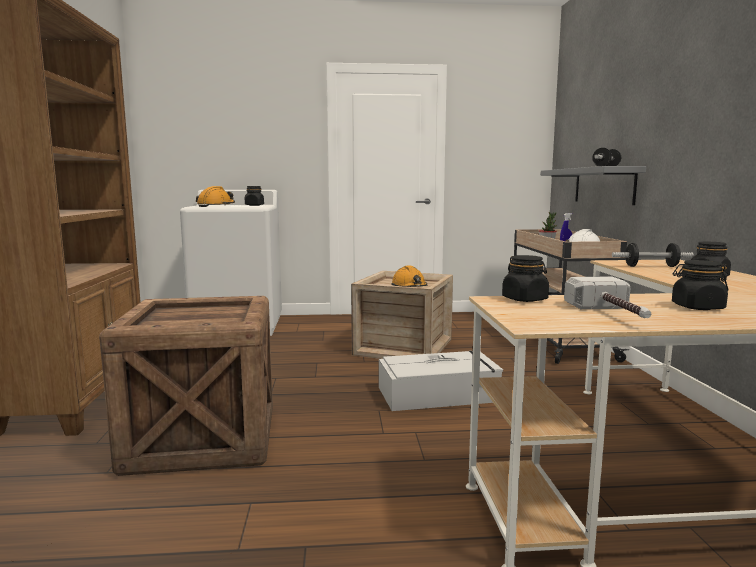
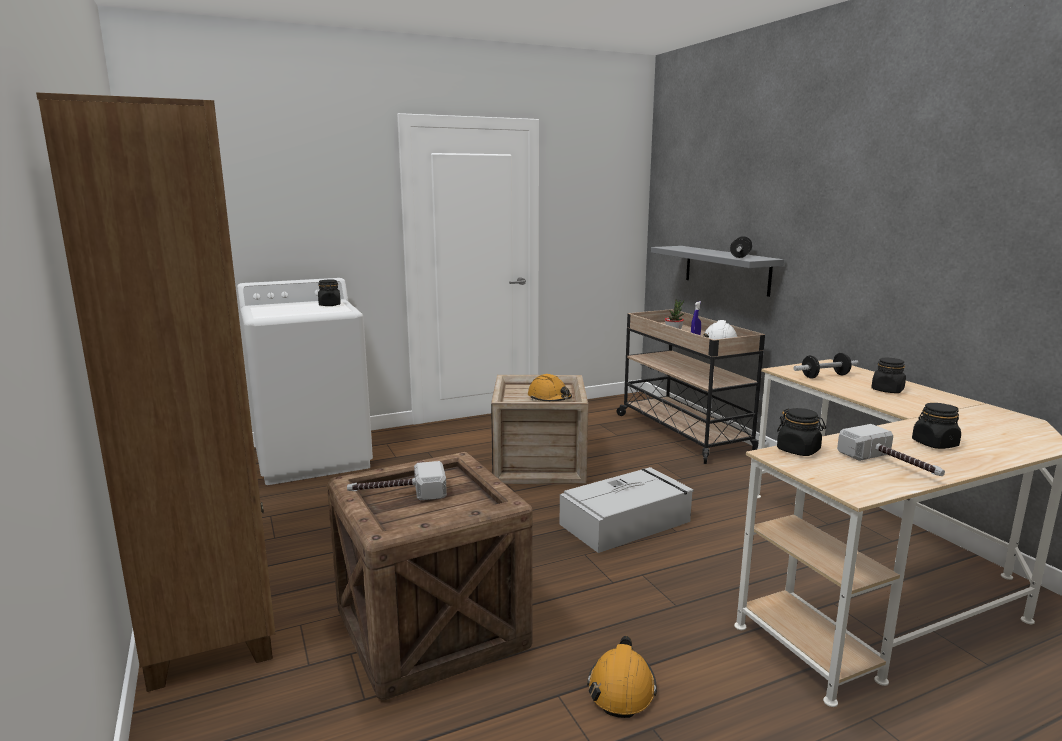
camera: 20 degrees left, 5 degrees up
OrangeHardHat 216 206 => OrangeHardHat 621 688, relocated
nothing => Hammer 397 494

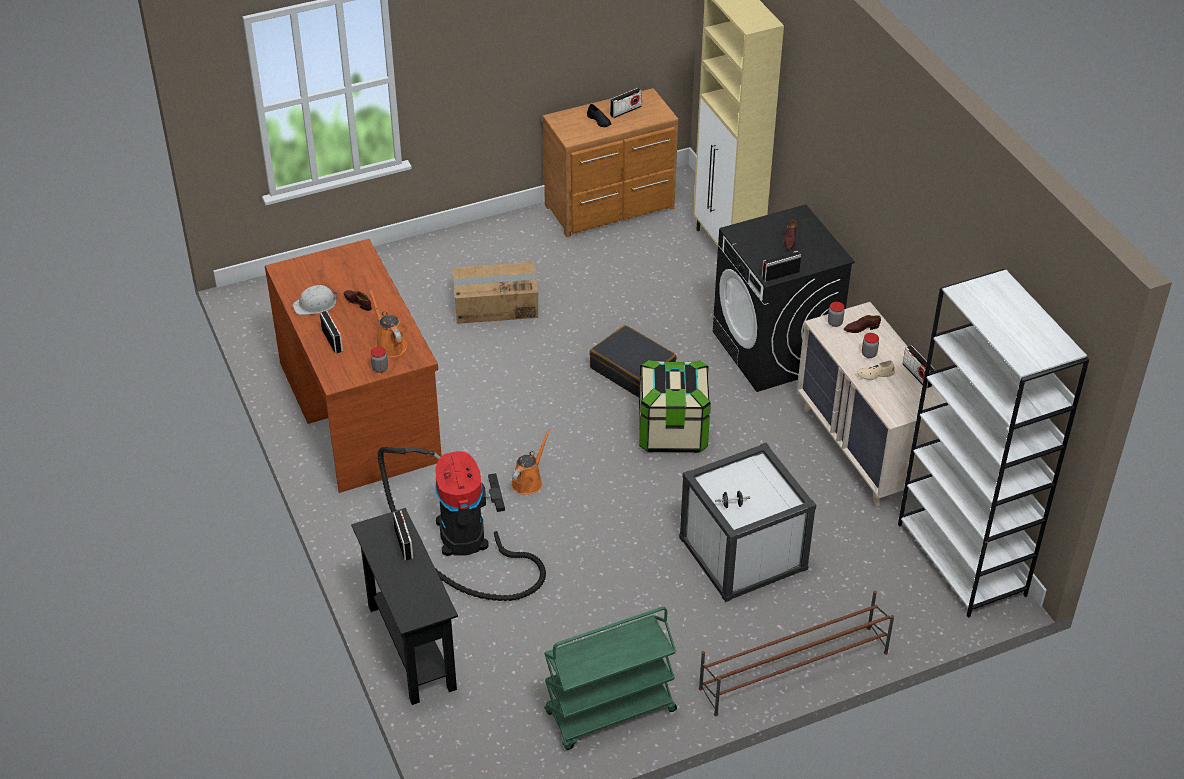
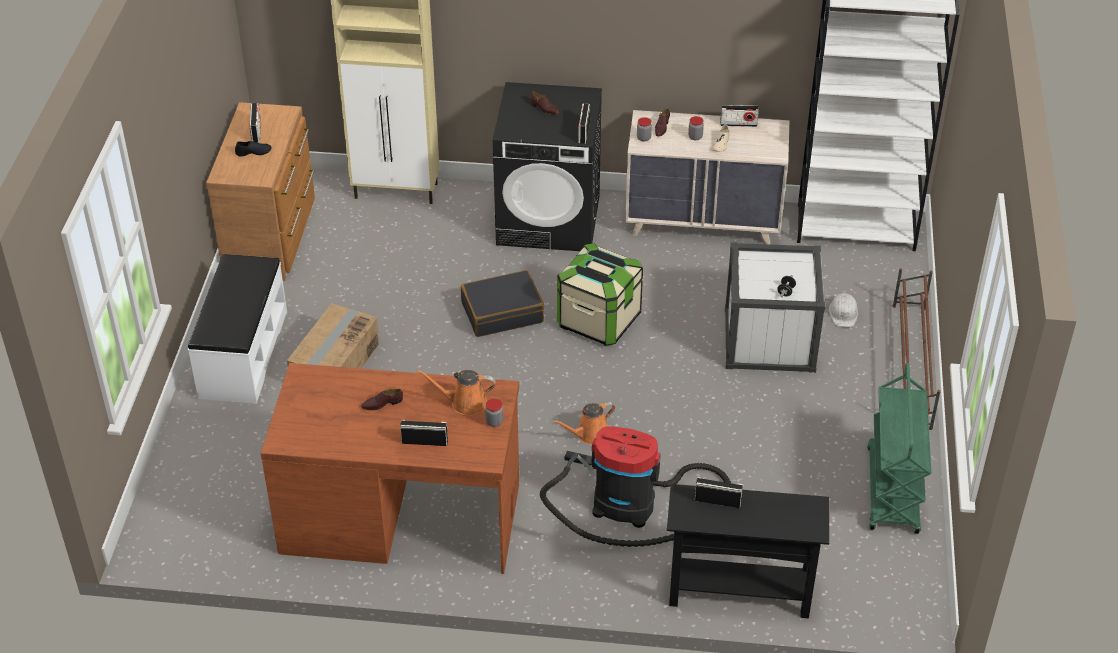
camera: 60 degrees left, 0 degrees up
WhiteHardHat 315 304 => WhiteHardHat 843 313, relocated
OrangeWateringCan 528 481 => OrangeWateringCan 589 434, 90 degrees counterclockwise
nothing => WhiteBench 242 354

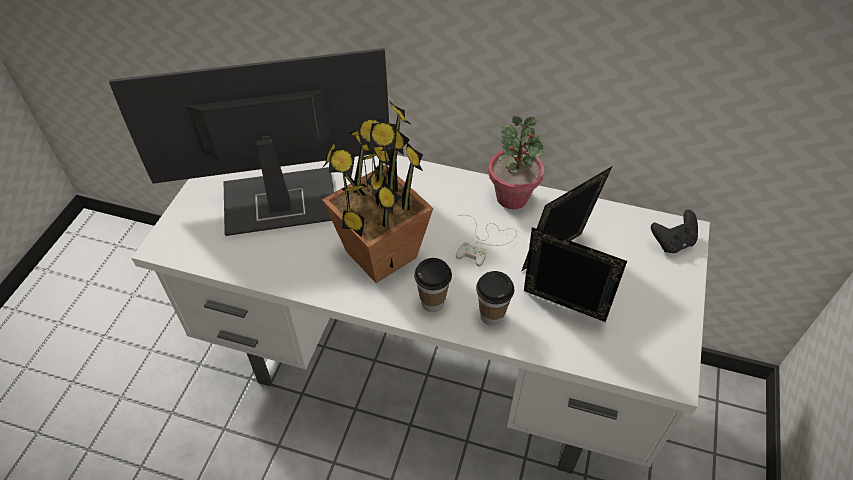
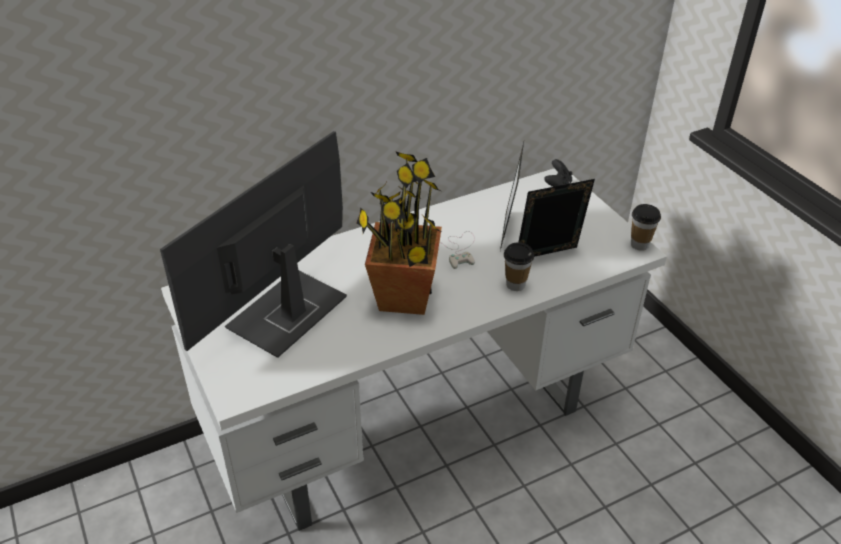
camera: 45 degrees left, 10 degrees down
Cup 432 302 => Cup 639 244, relocated
PottedPlant 512 197 => nothing

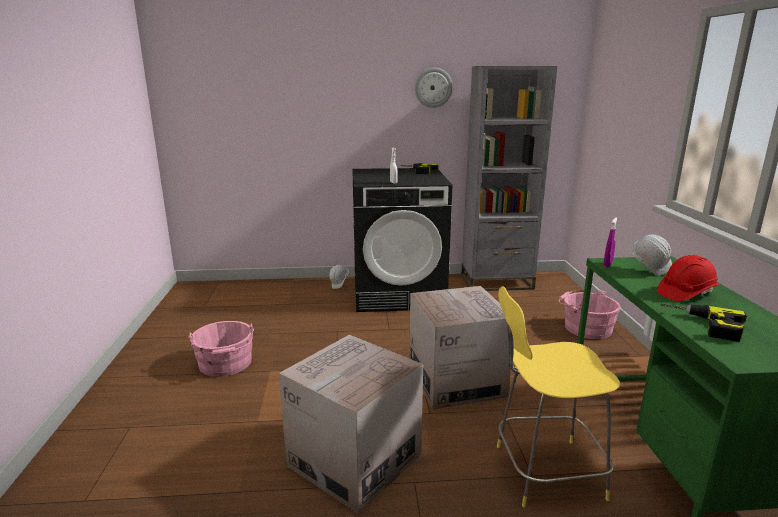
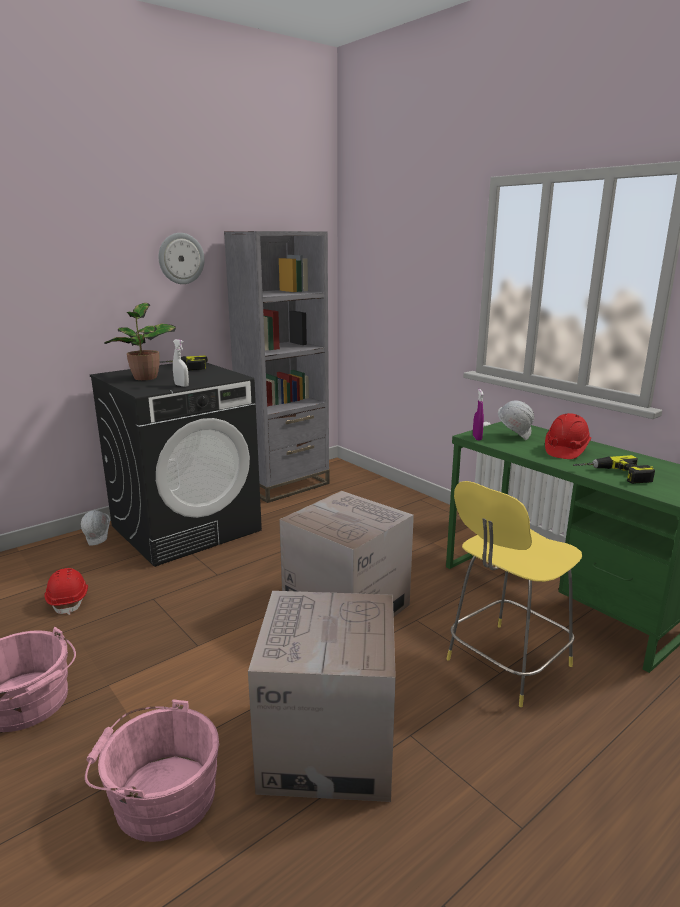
camera: 35 degrees left, 0 degrees up
PinkBucket 585 327 => PinkBucket 159 796, relocated
nothing => RedHardHat 69 600
nothing => PottedPlant 145 378

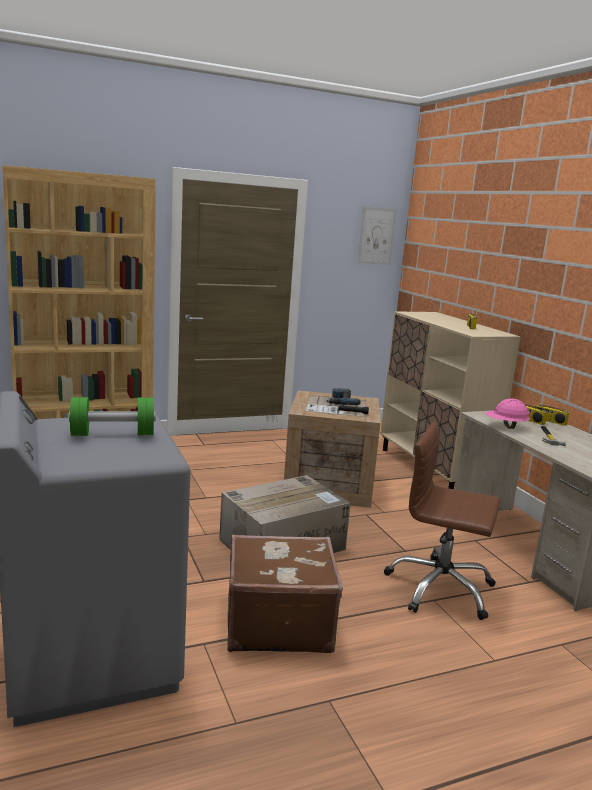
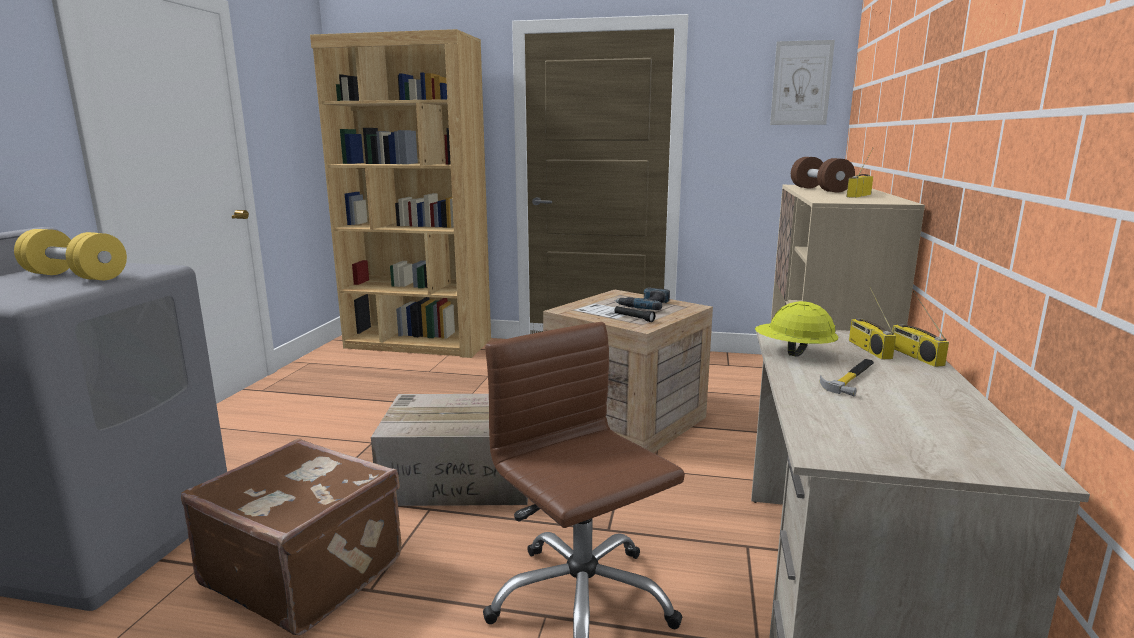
camera: 35 degrees right, 0 degrees up
GreenDumbbell 113 434 => YellowDumbbell 75 276
PinkHardHat 506 426 => YellowHardHat 793 353
nothing => BrownDumbbell 819 190

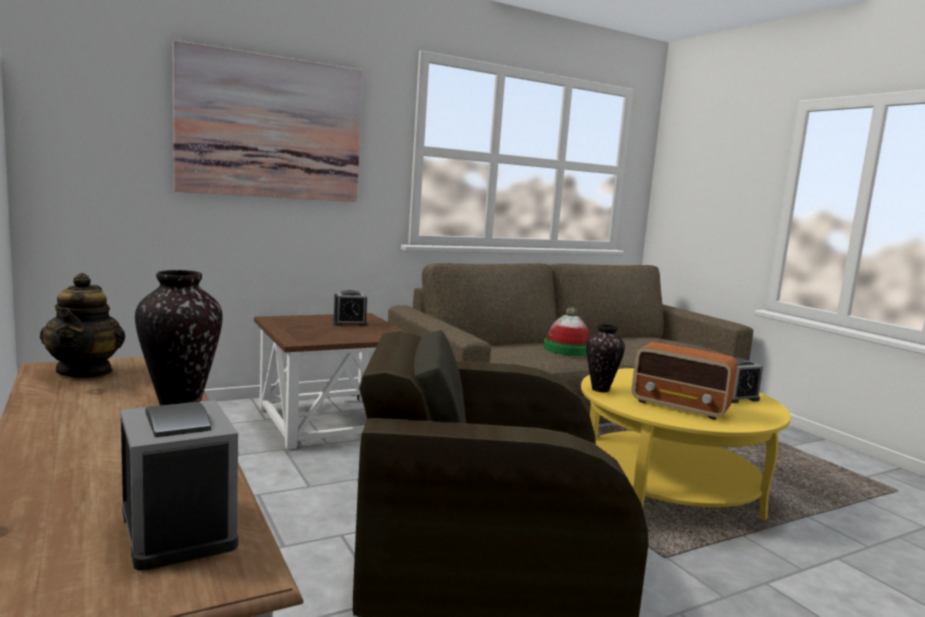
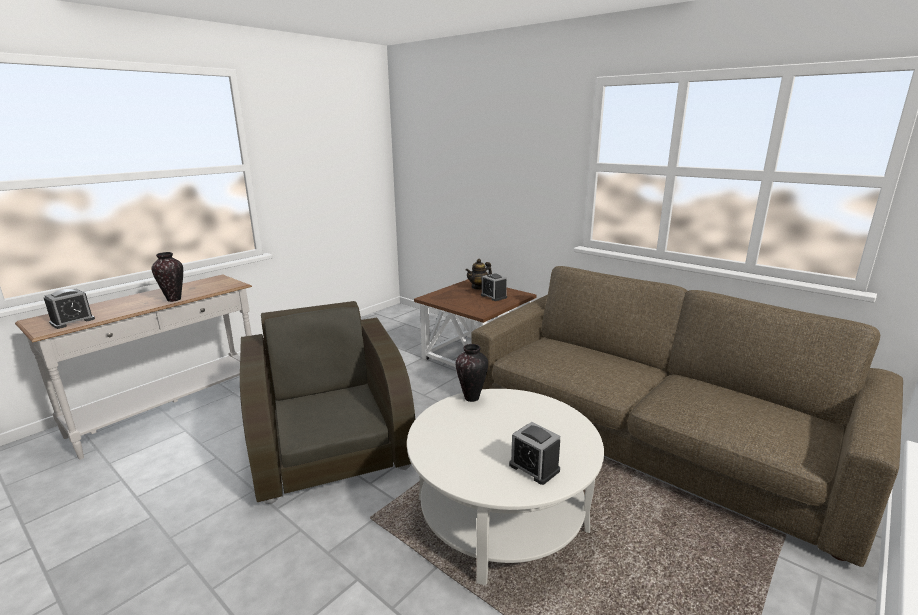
camera: 70 degrees right, 10 degrees up
Teapot 85 372 => Teapot 479 287, relocated
Picture 271 128 => nothing
Hat 567 349 => nothing
YellowCoffeeTable 668 488 => WhiteCoffeeTable 501 513
Radio 680 407 => nothing

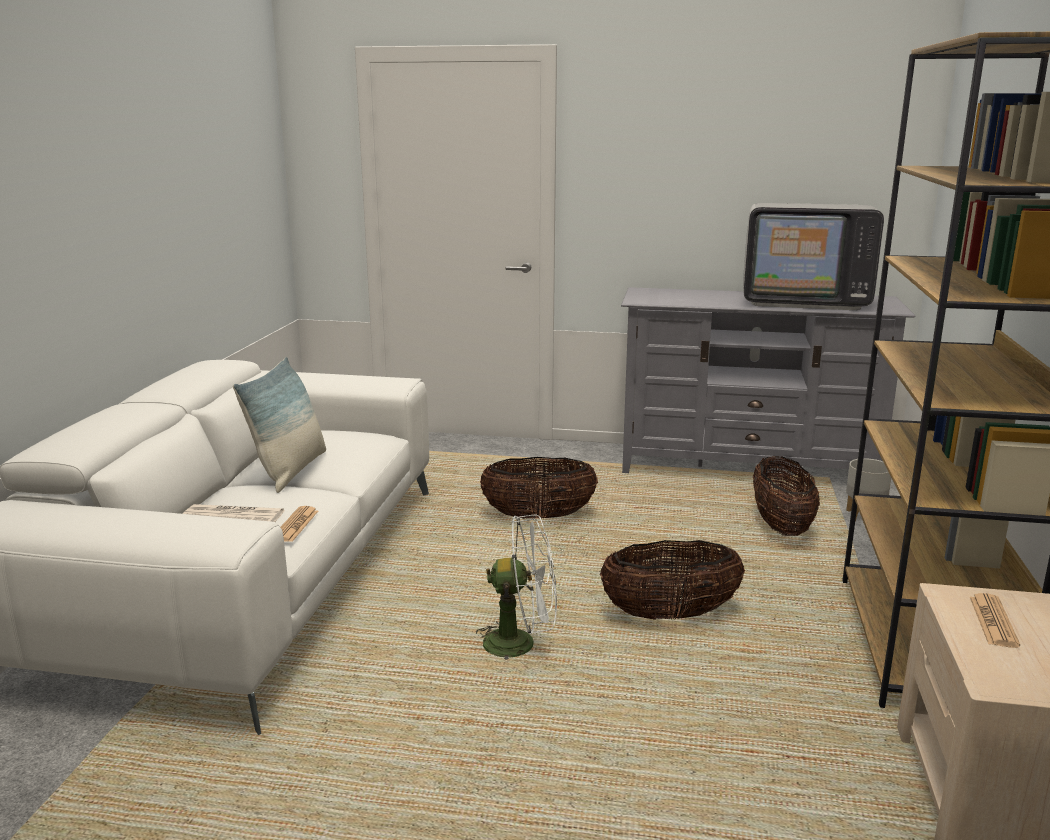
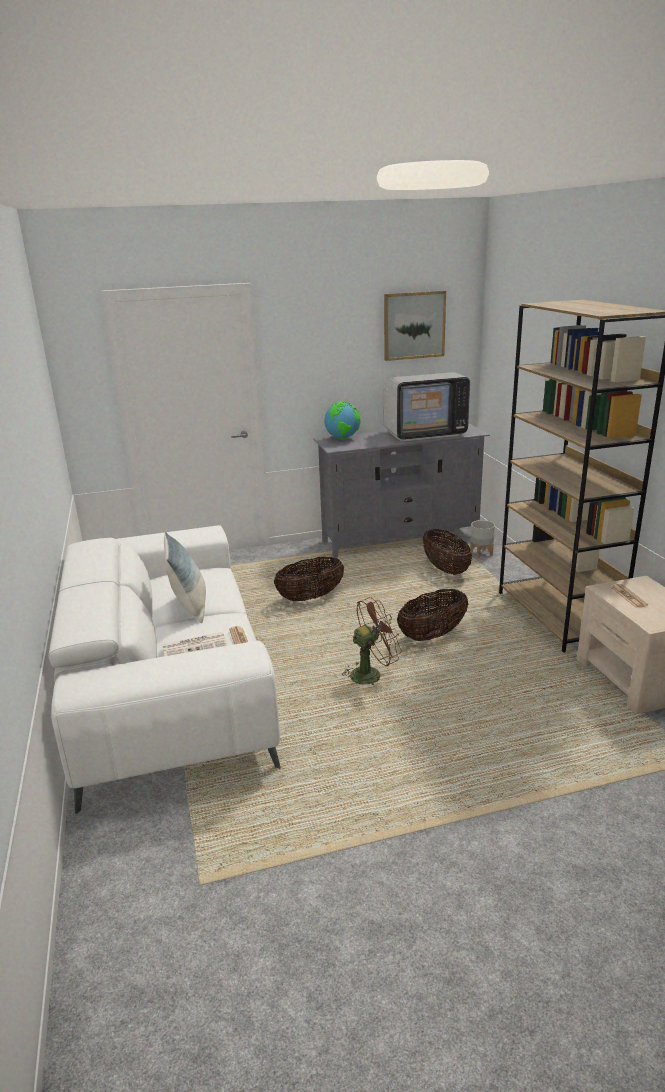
camera: 25 degrees left, 5 degrees up
WhiteFan 521 643 => BrownFan 371 673
nothing => Globe 343 438
nothing => Picture 414 325

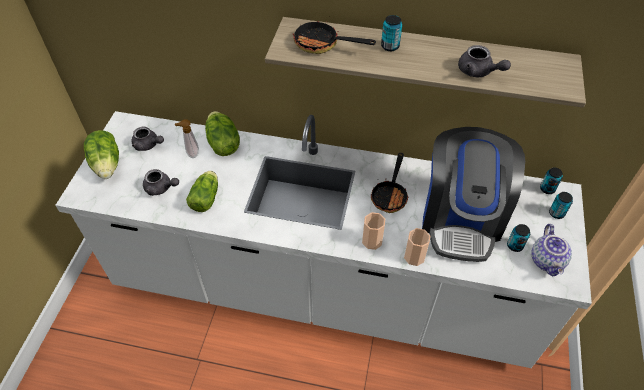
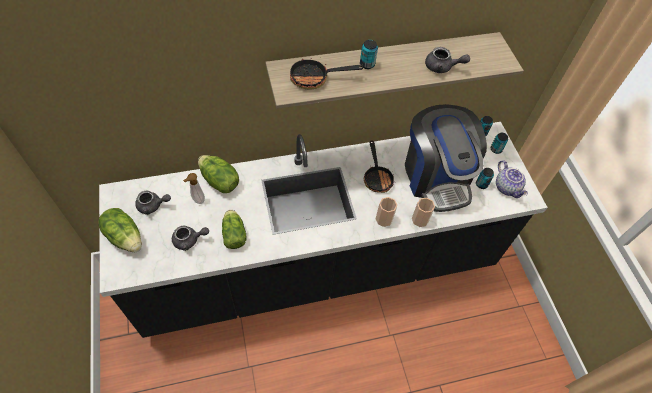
camera: 30 degrees left, 5 degrees up
WhiteCounter 322 290 => BlackCounter 319 268

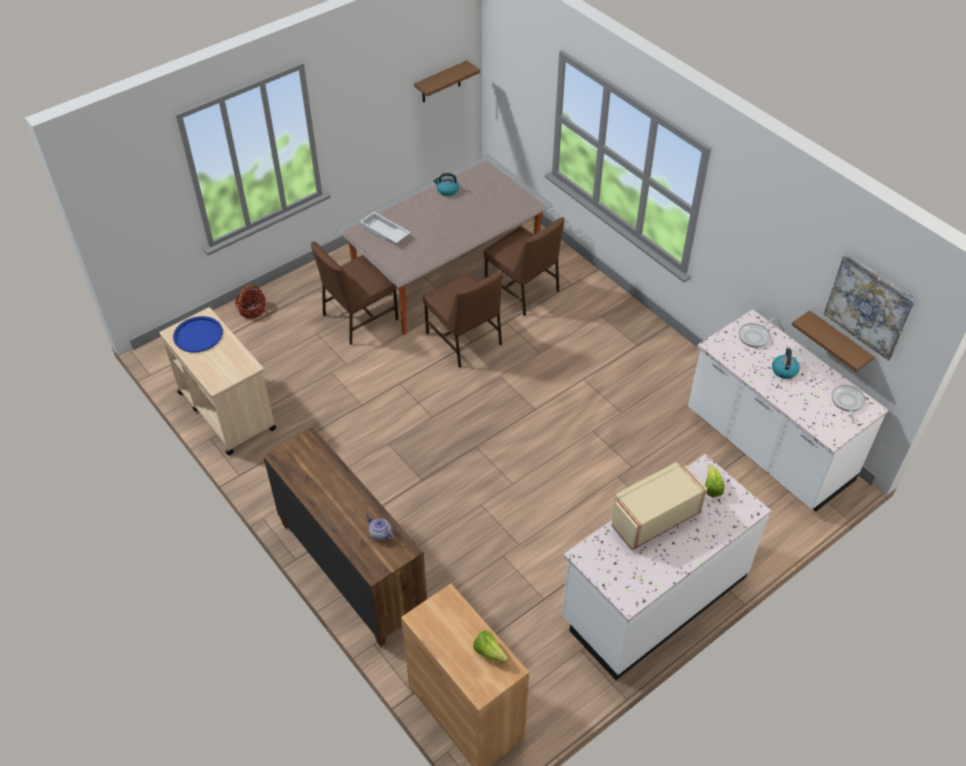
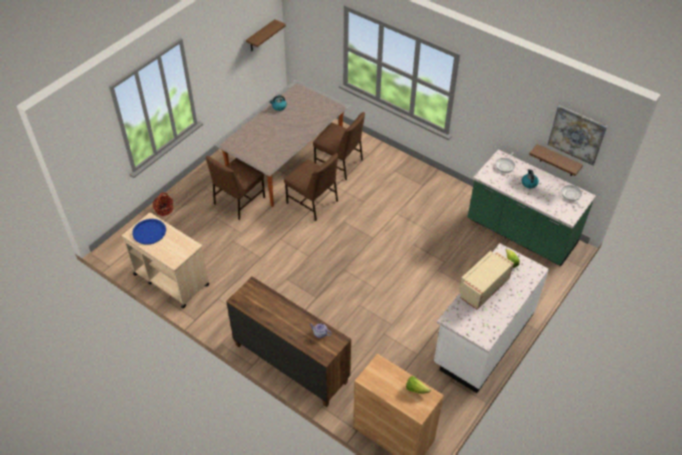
camera: 15 degrees left, 0 degrees up
WhiteTray 384 232 => nothing
WhiteCounter 767 447 => GreenCounter 521 233

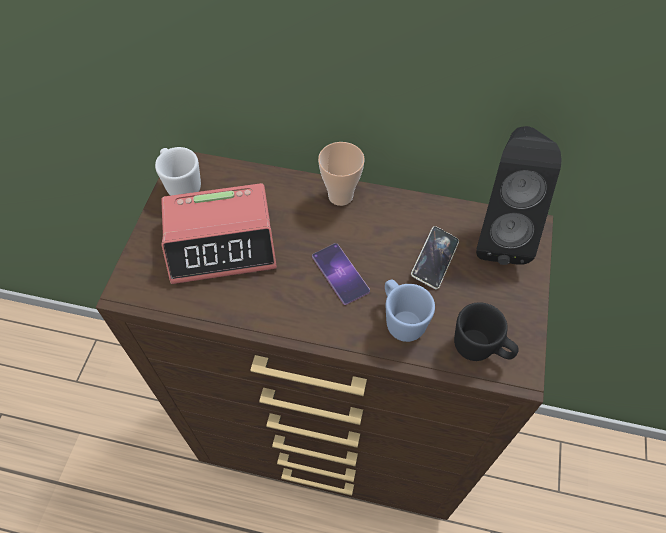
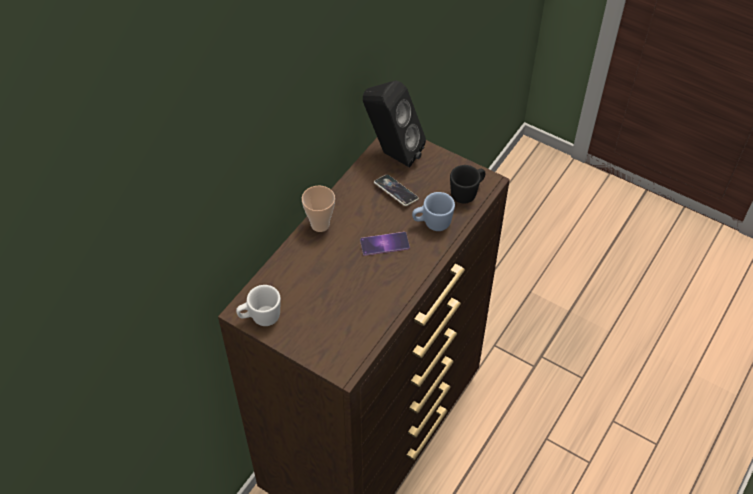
camera: 70 degrees left, 5 degrees down
AlarmClock 222 242 => nothing

